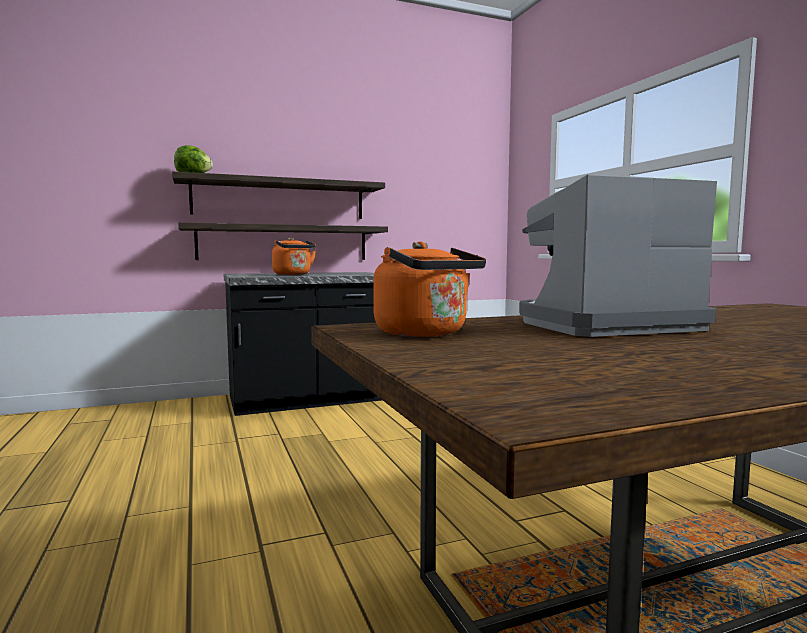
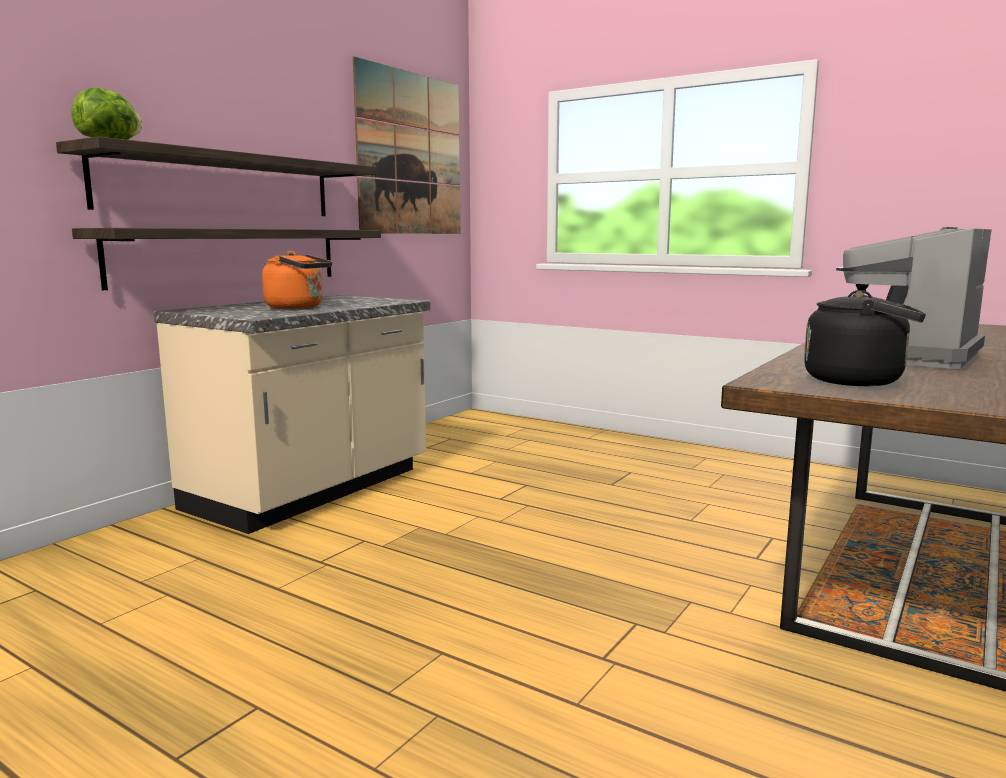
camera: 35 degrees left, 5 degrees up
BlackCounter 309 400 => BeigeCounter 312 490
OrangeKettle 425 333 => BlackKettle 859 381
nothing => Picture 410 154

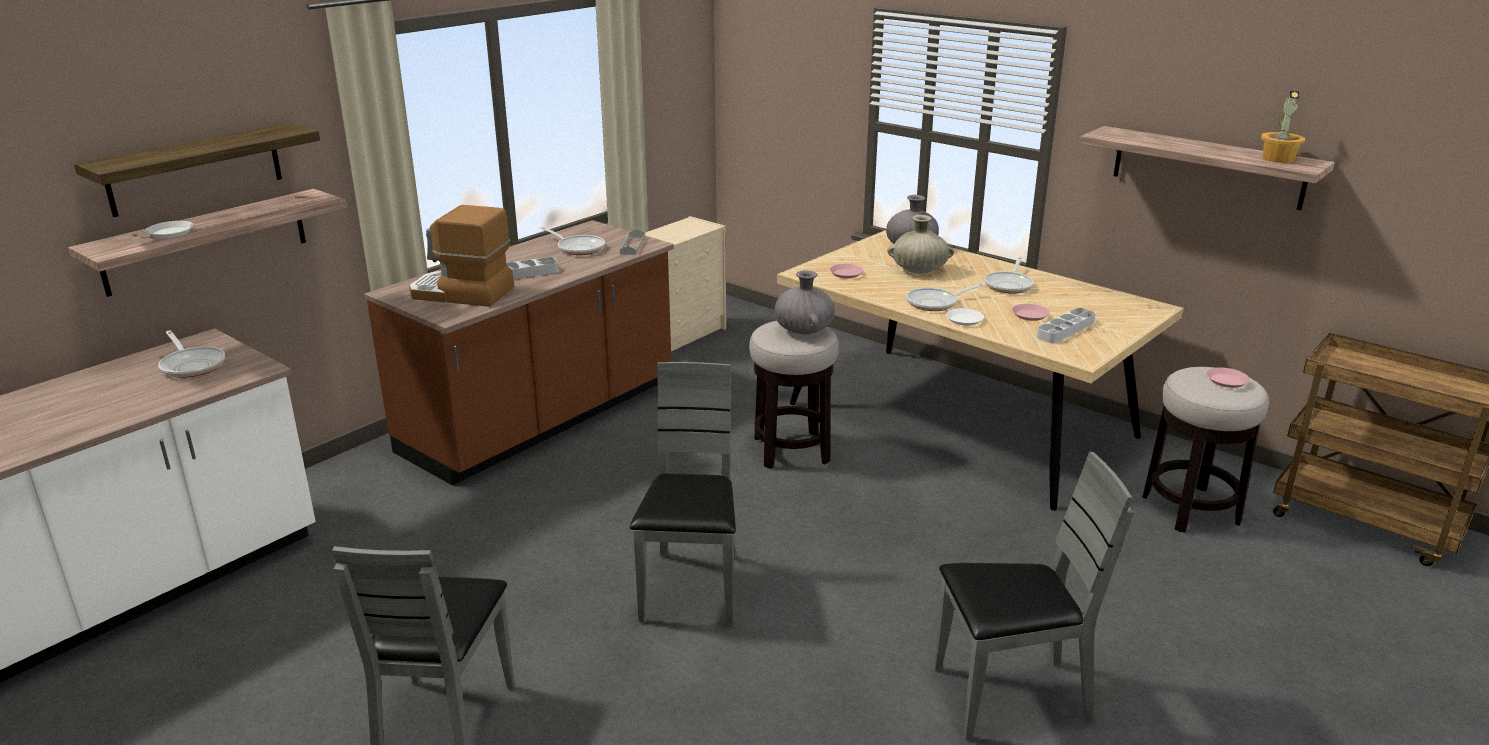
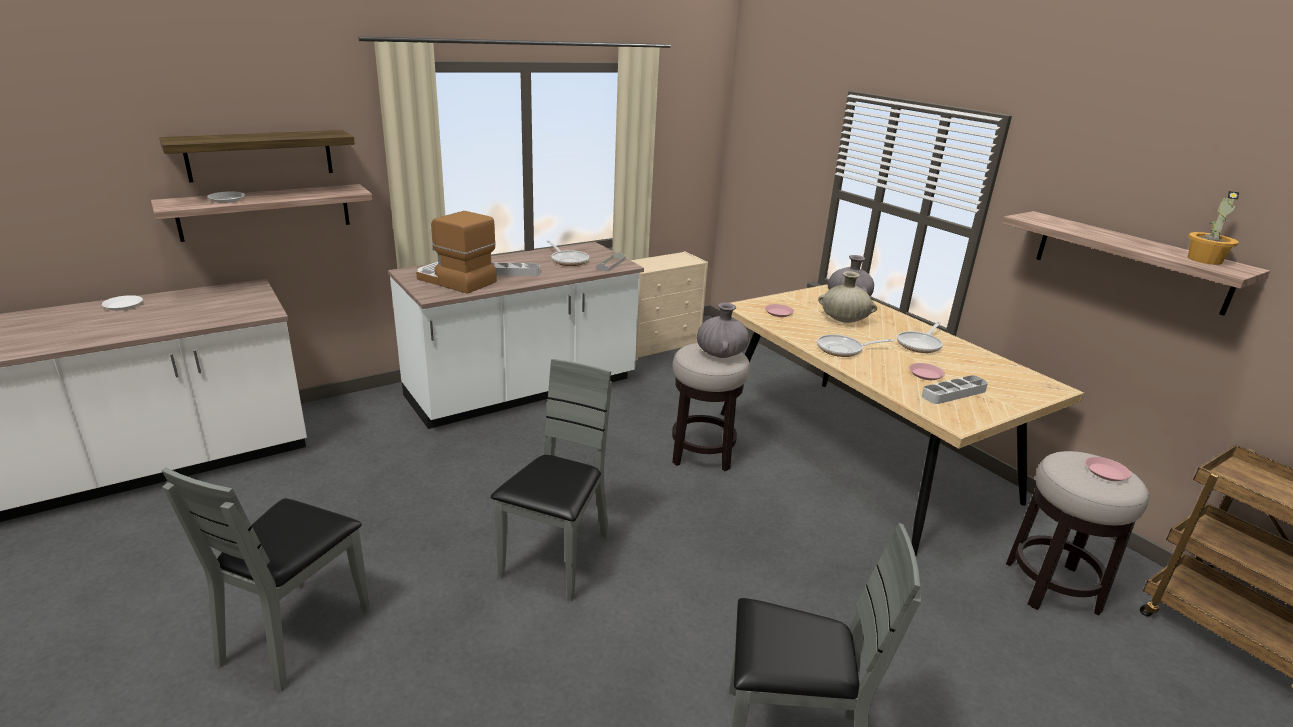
camera: 15 degrees right, 0 degrees up
FryingPan 192 365 => nothing
BrownCounter 541 419 => WhiteCounter 523 390
WhitePlate 964 320 => WhitePlate 123 306, relocated

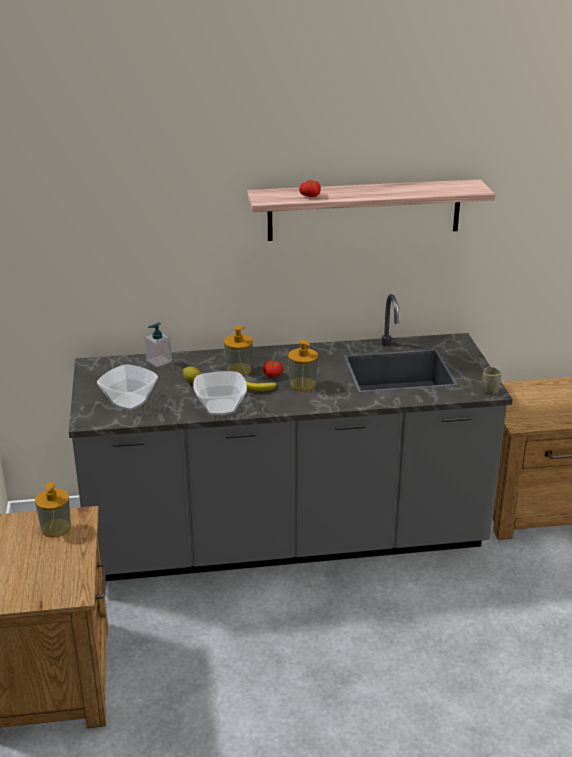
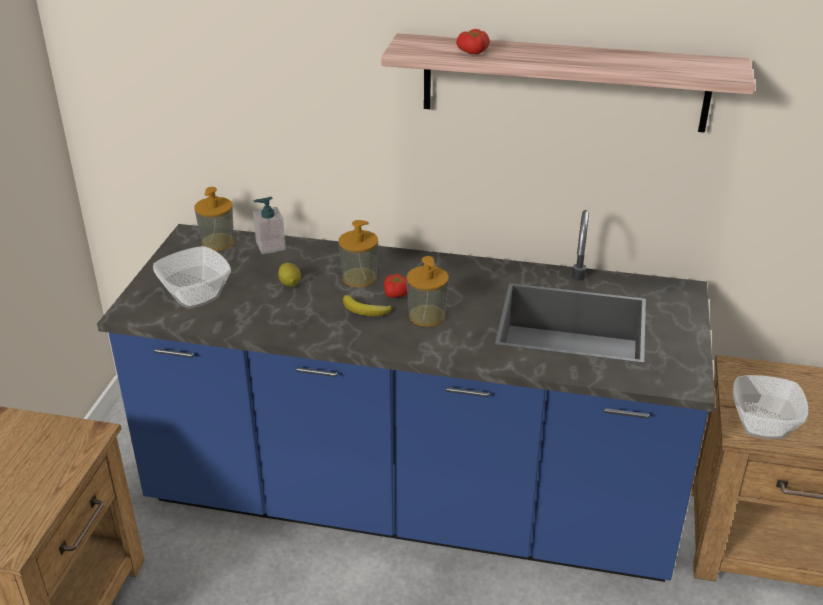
camera: 20 degrees right, 5 degrees up
SoapDispenser 56 528 => SoapDispenser 218 242, relocated
GreyCounter 286 538 => BlueCounter 411 501
Bowl 220 407 => Bowl 761 425, relocated
Cup 490 390 => nothing

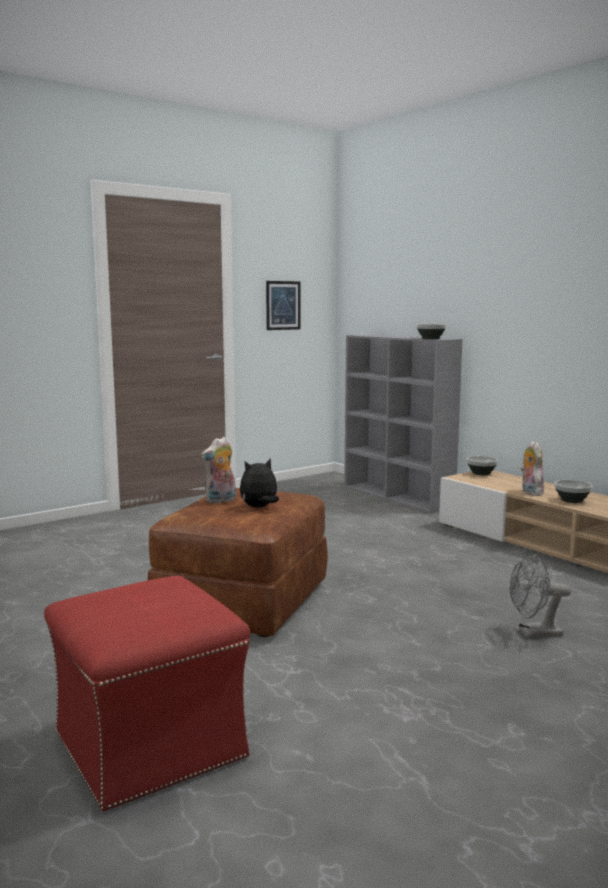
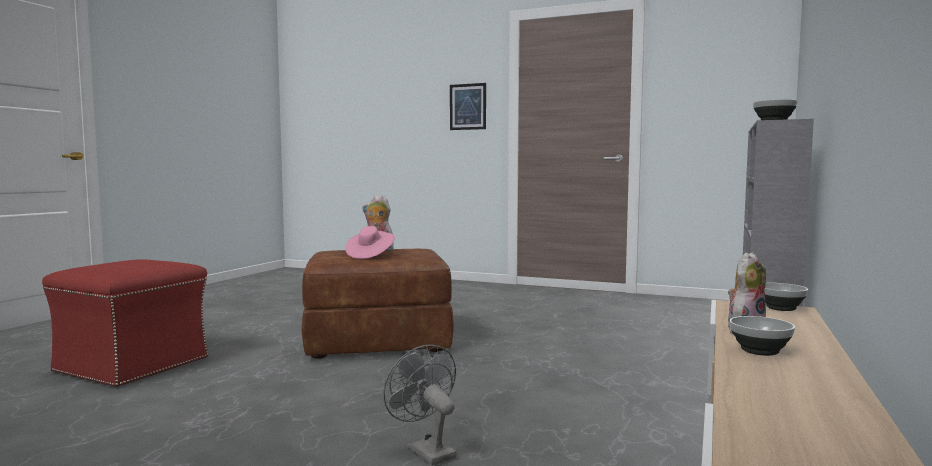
camera: 60 degrees right, 5 degrees down
PlushToy 259 507 => PinkHat 370 255
Picture 283 305 => Picture 468 106, relocated

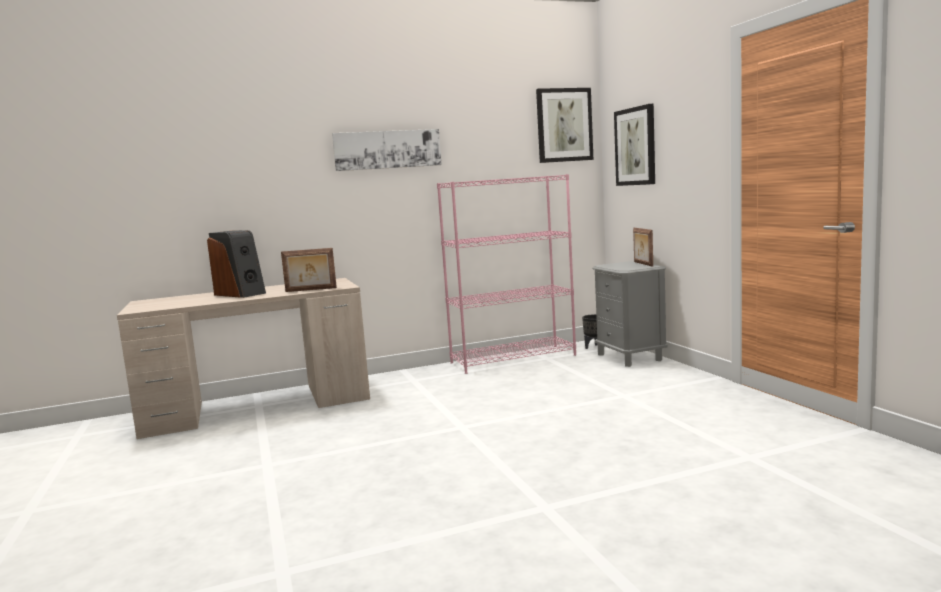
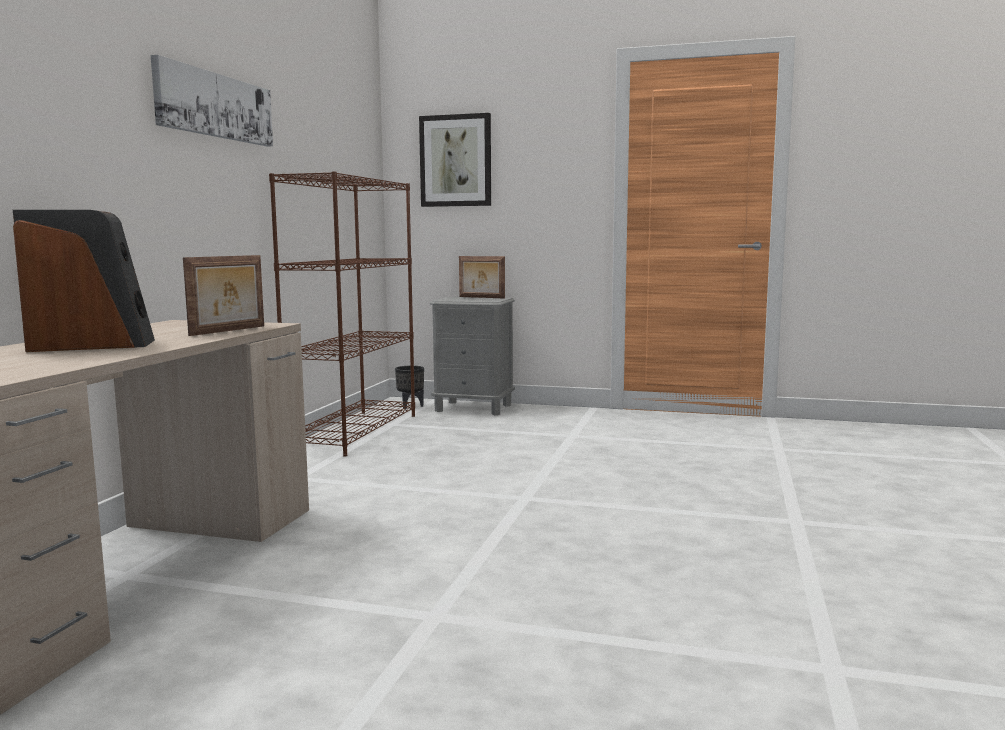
camera: 55 degrees left, 0 degrees up
PinkBookcase 513 359 => BrownBookcase 355 432
Picture 564 125 => nothing

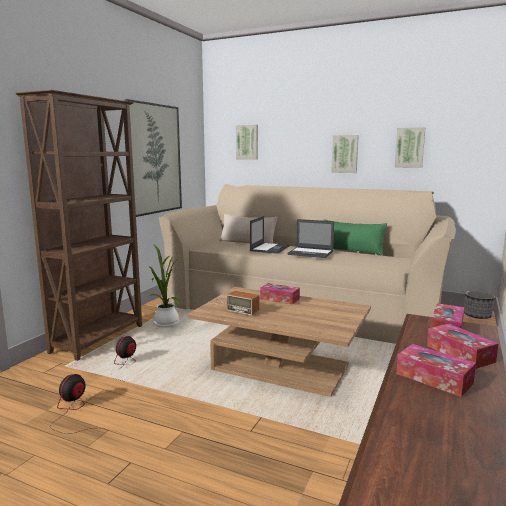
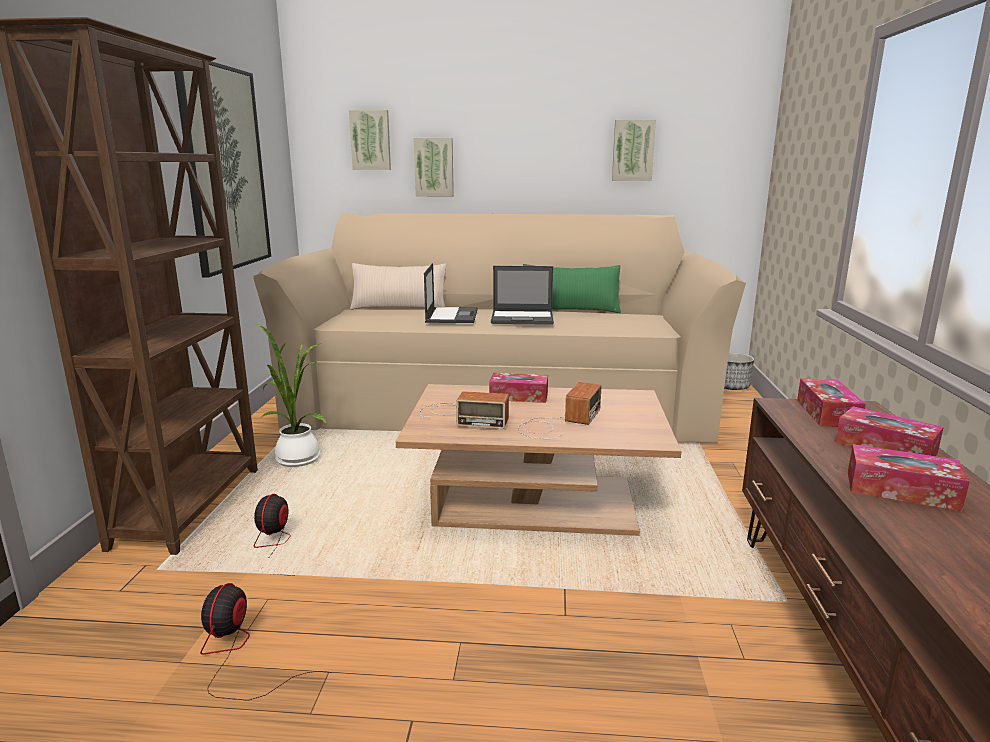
camera: 20 degrees left, 5 degrees up
Picture 345 154 => Picture 434 167, relocated
nothing => Radio 558 422

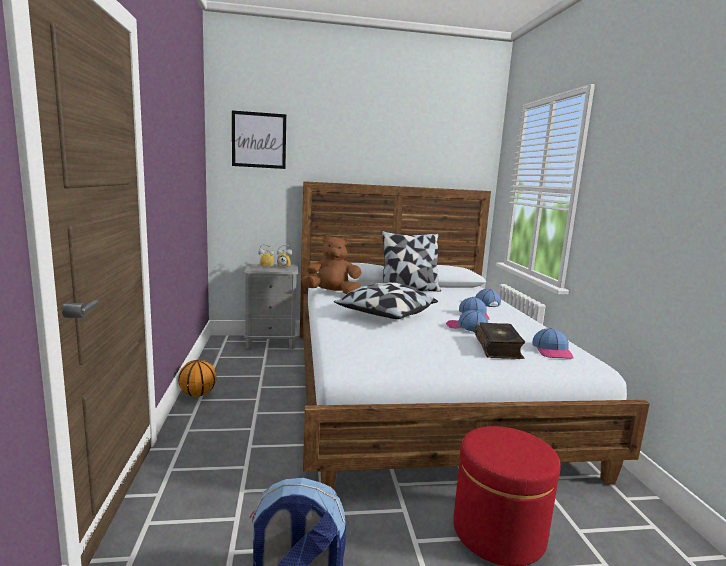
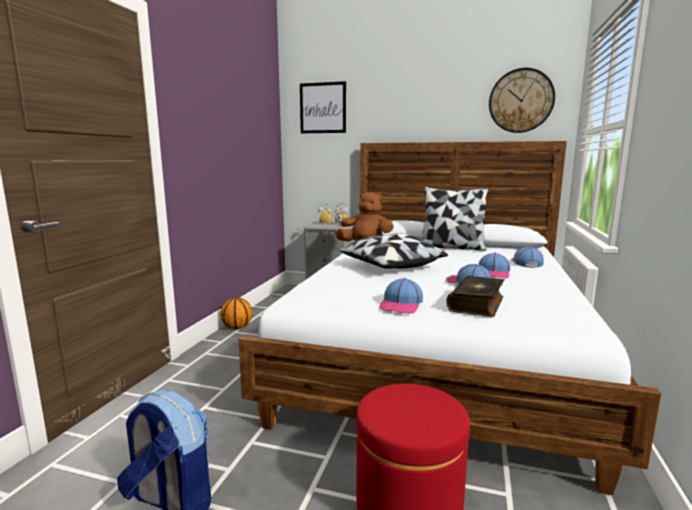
camera: 25 degrees right, 0 degrees up
Cap 552 351 => Cap 401 305, relocated
nothing => WallClock 521 101

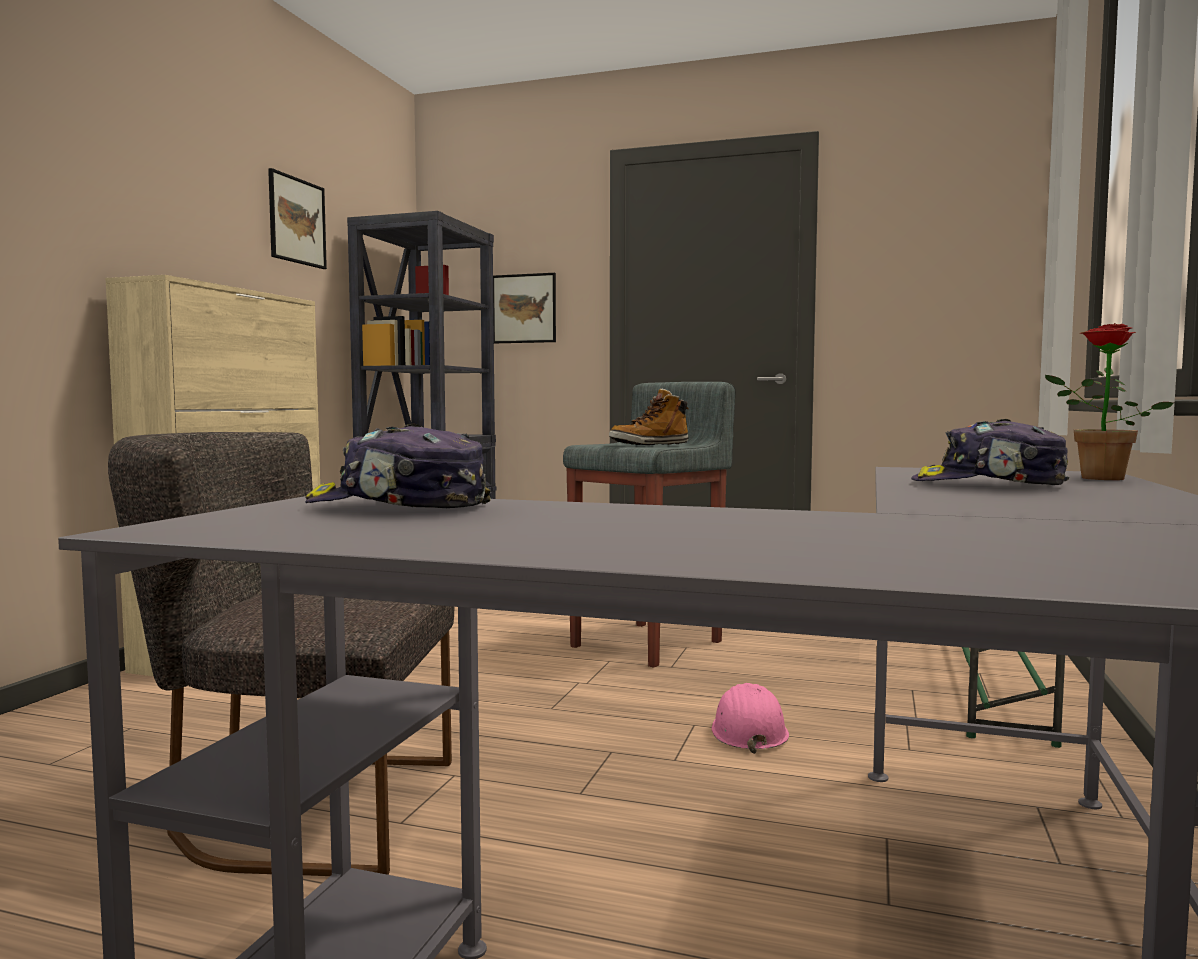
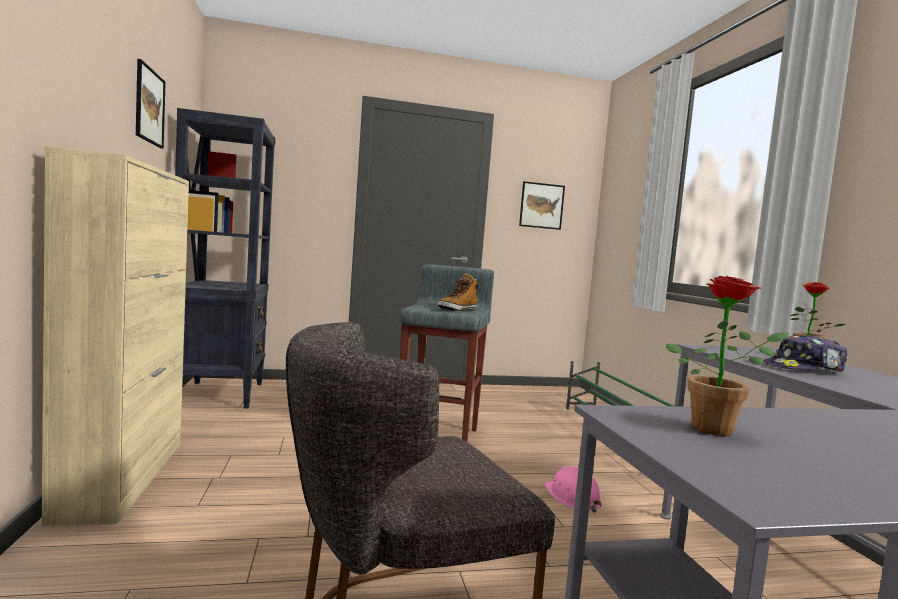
camera: 30 degrees left, 0 degrees up
Cap 399 507 => PottedPlant 718 429
Picture 524 308 => Picture 541 205, relocated

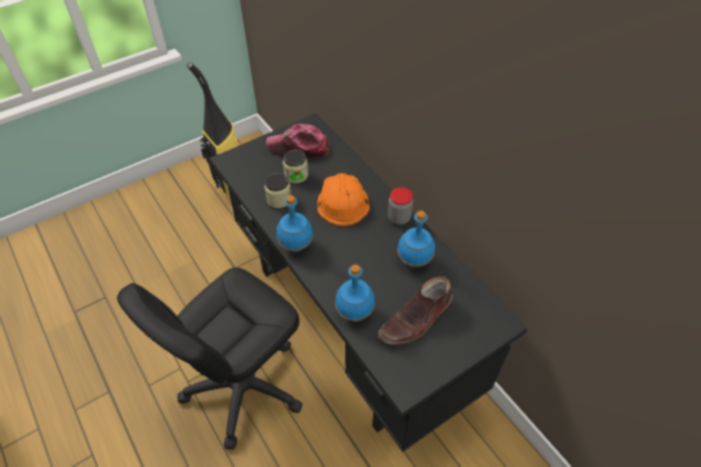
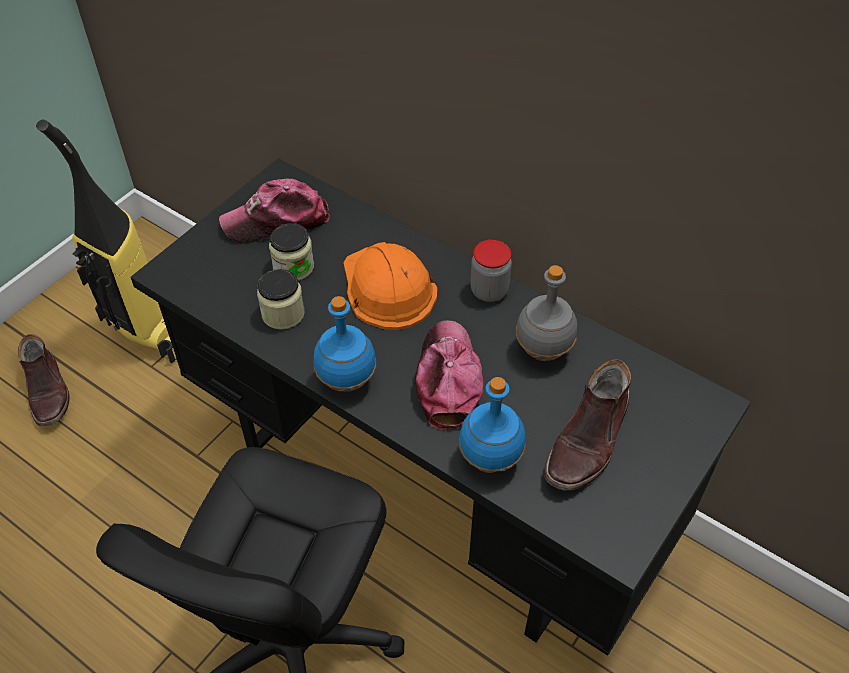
camera: 20 degrees left, 0 degrees up
BlueBottle 414 261 => GreyBottle 543 351
nothing => BrownBoot 48 391
nothing => Cap 447 379

